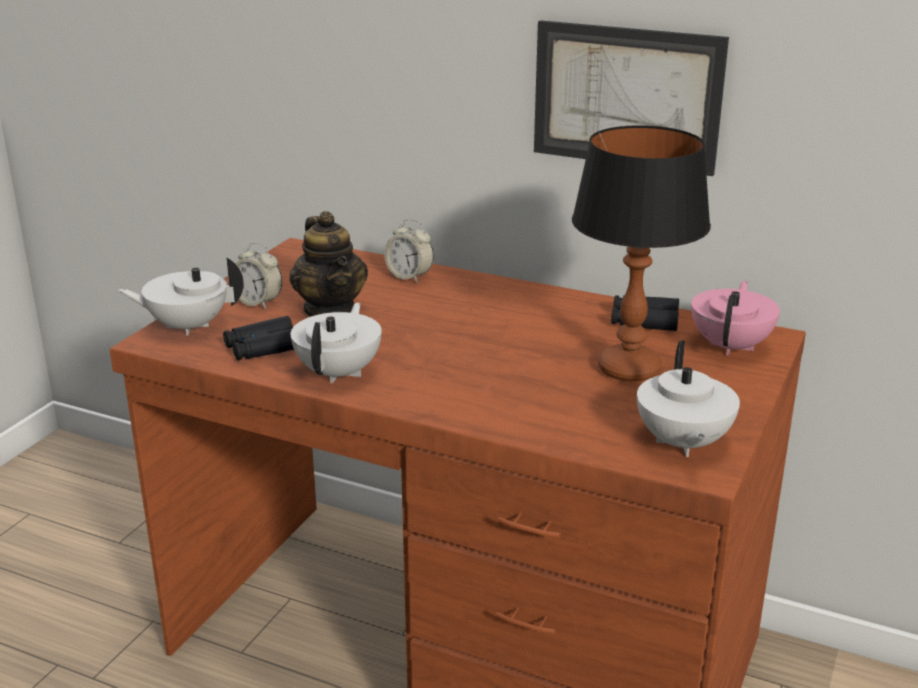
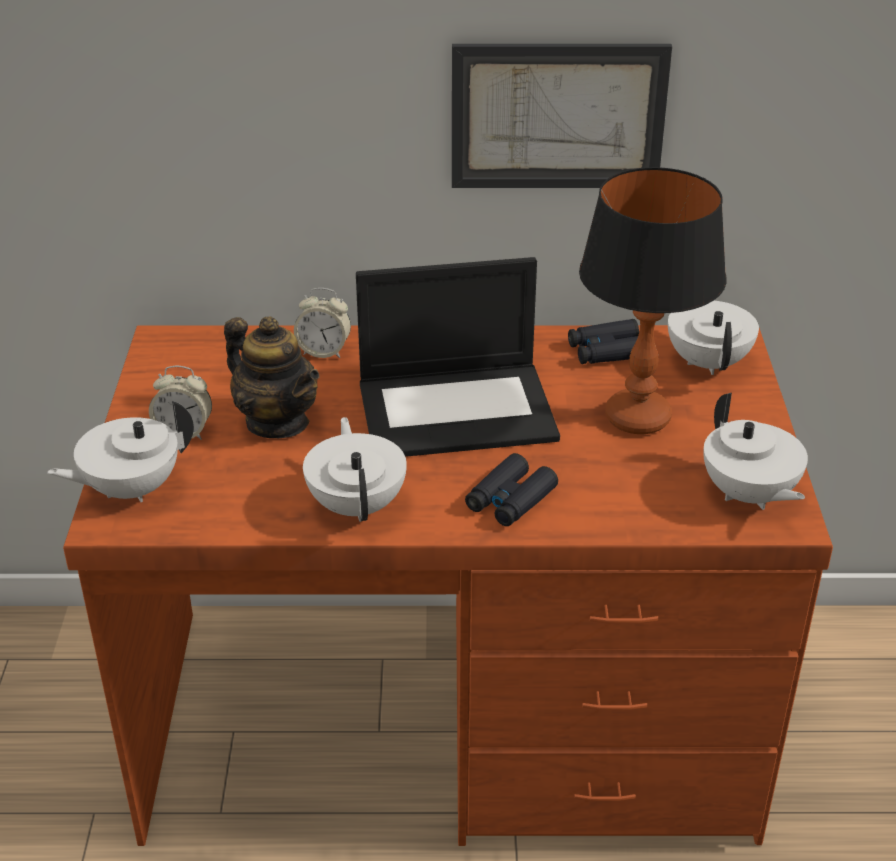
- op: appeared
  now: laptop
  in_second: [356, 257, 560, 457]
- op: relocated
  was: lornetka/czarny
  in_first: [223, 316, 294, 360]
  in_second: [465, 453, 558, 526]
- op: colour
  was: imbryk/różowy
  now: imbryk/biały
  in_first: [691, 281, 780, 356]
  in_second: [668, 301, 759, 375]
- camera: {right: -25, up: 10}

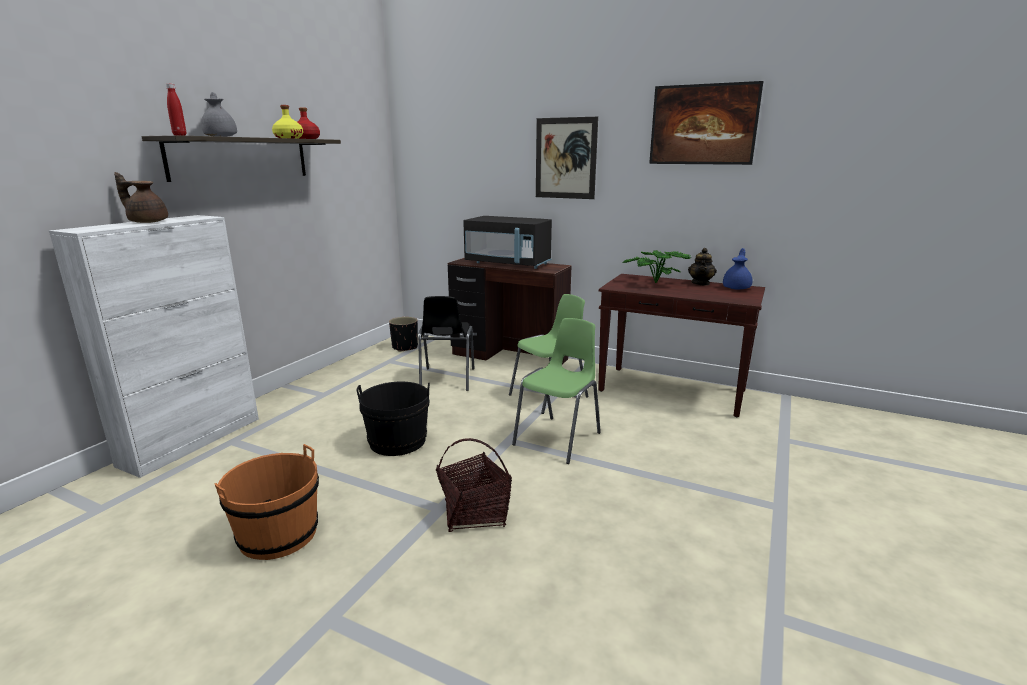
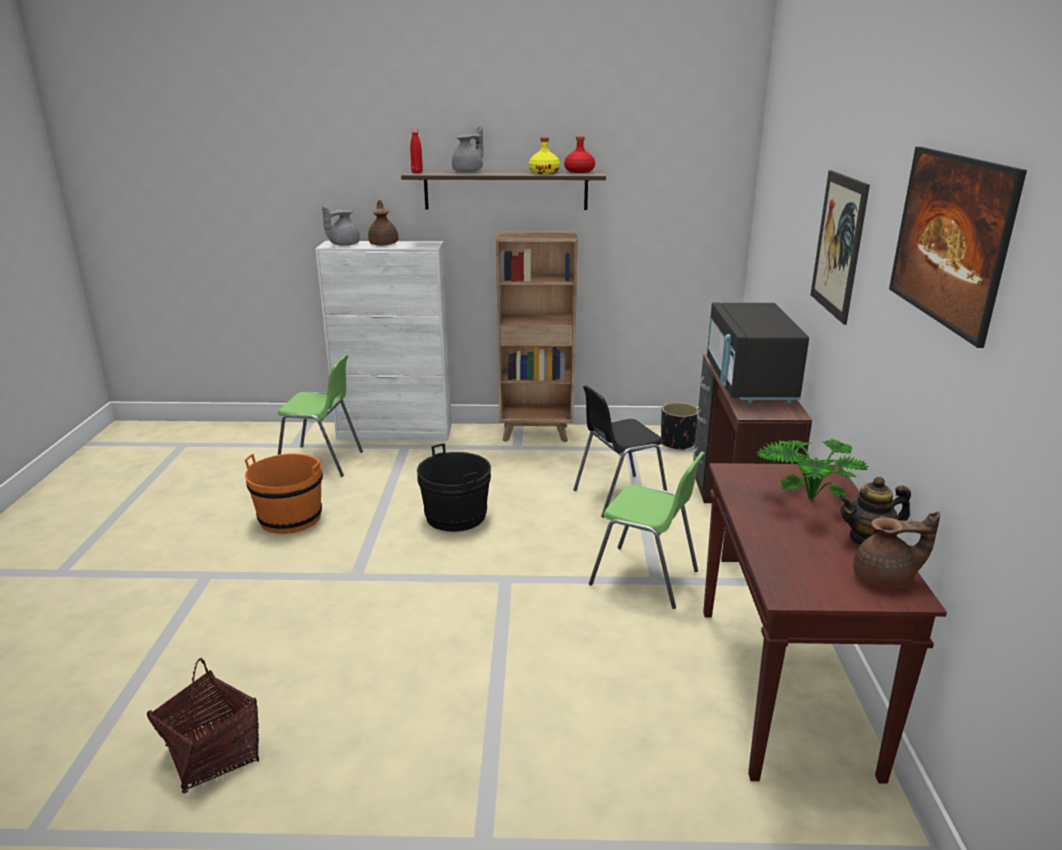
- op: appeared
  now: imbryk/szary
  in_second: [322, 206, 360, 246]
- op: appeared
  now: regał/brązowy
  in_second: [496, 231, 578, 442]
- op: relocated
  was: koszyk
  in_first: [436, 438, 512, 532]
  in_second: [147, 658, 259, 793]
- op: relocated
  was: krzesło/zielony
  in_first: [512, 318, 601, 464]
  in_second: [278, 355, 363, 477]
- op: colour
  was: imbryk/niebieski
  now: imbryk/brązowy
  in_first: [723, 248, 752, 289]
  in_second: [853, 512, 940, 588]
- camera: {right: 65, up: 5}

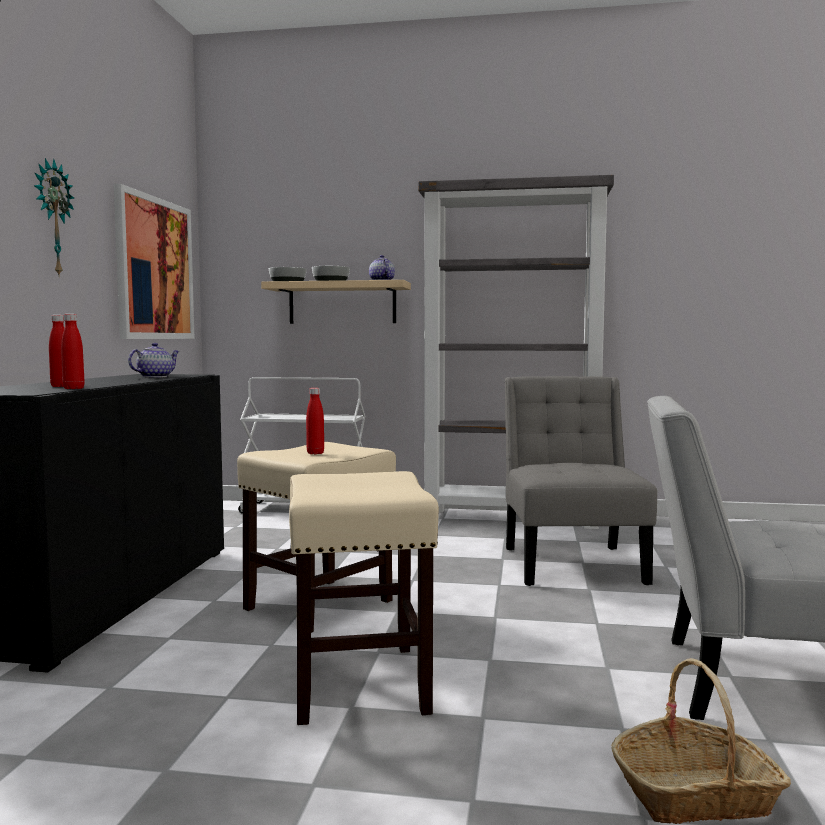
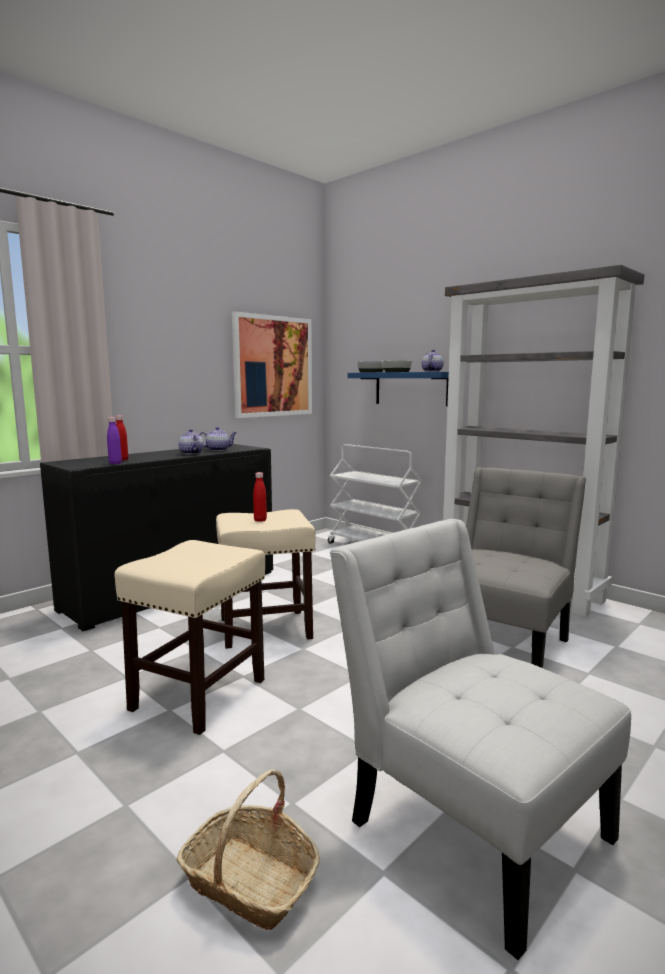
- op: missing
  was: zegar ścienny
  in_first: [34, 158, 74, 275]
- op: appeared
  now: imbryk
  in_second: [178, 429, 204, 454]
- op: colour
  was: butelka/czerwony
  now: butelka/fioletowy
  in_first: [61, 314, 85, 389]
  in_second: [107, 417, 122, 464]
- op: colour
  was: półka/beżowy
  now: półka/niebieski
  in_first: [261, 280, 411, 324]
  in_second: [347, 372, 449, 406]
- camera: {right: 35, up: 5}

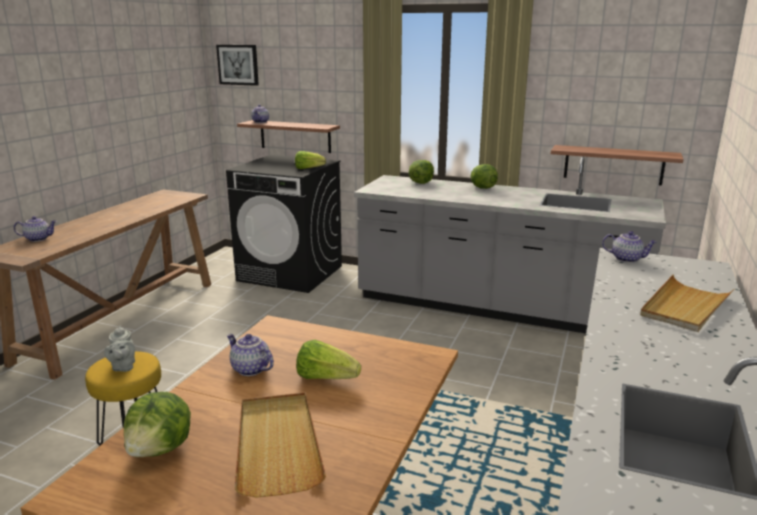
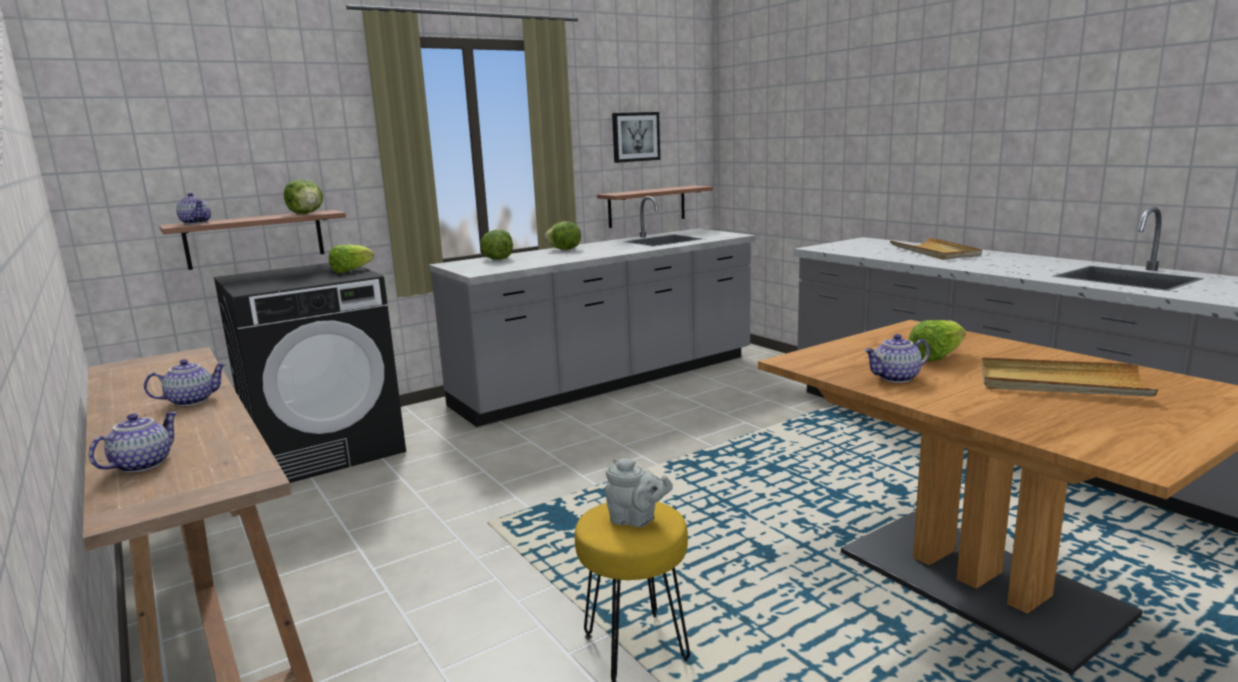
- op: relocated
  was: sałata
  in_first: [124, 392, 191, 457]
  in_second: [284, 180, 323, 214]
- op: relocated
  was: obraz
  in_first: [216, 45, 259, 86]
  in_second: [612, 112, 660, 163]
- op: relocated
  was: imbryk
  in_first: [602, 231, 657, 263]
  in_second: [144, 359, 226, 406]
- camera: {right: -55, up: -5}

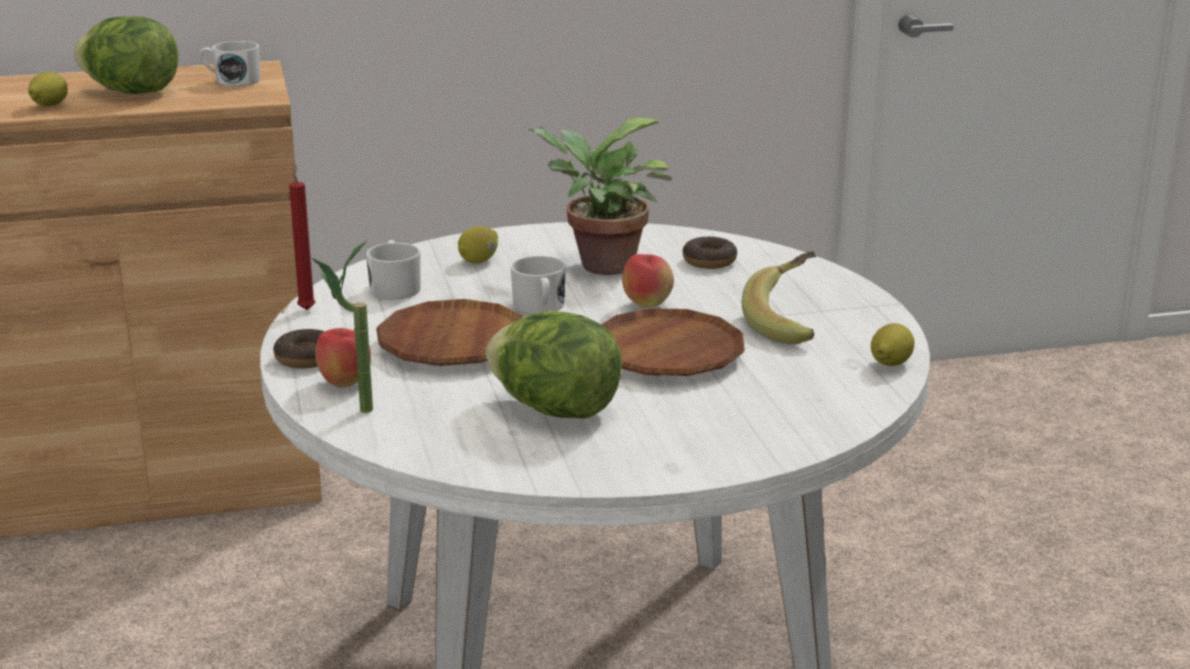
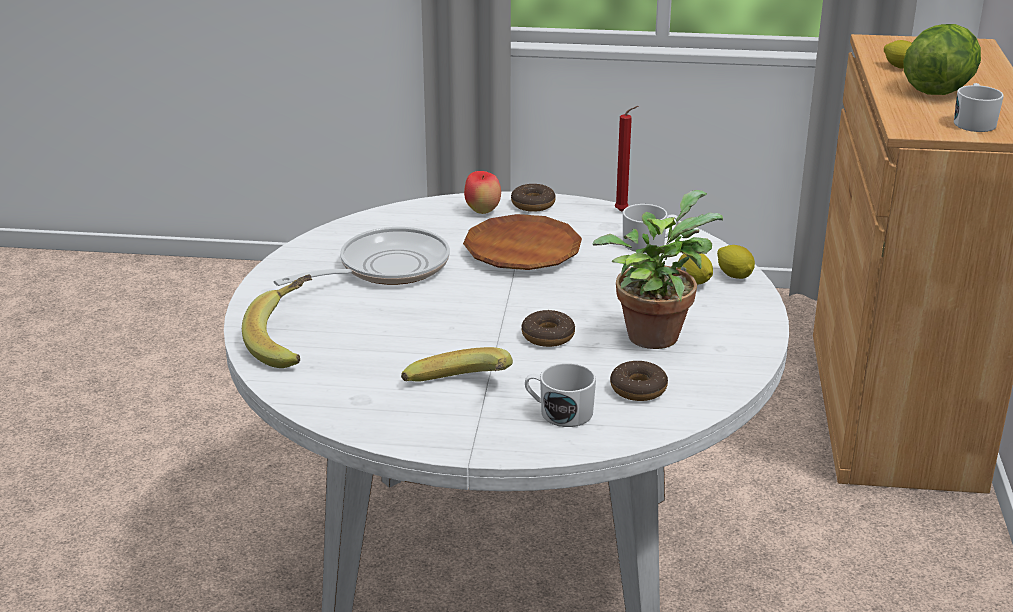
- op: missing
  was: roślina doniczkowa
  in_first: [312, 240, 373, 413]
- op: missing
  was: talerz/brązowy
  in_first: [601, 308, 745, 376]
- op: appeared
  now: banan
  in_second: [242, 275, 312, 368]
- op: relocated
  was: kubek/biały
  in_first: [511, 256, 566, 314]
  in_second: [525, 363, 596, 427]
- op: relocated
  was: cytryna
  in_first: [871, 323, 914, 366]
  in_second: [717, 245, 755, 279]
- op: exchanged
  was: sałata
  now: patelnia
  in_first: [486, 311, 622, 419]
  in_second: [274, 227, 450, 286]
- op: exchanged
  was: jabłko
  now: donut
  in_first: [622, 254, 674, 308]
  in_second: [522, 310, 575, 347]
- camera: {right: 110, up: 5}

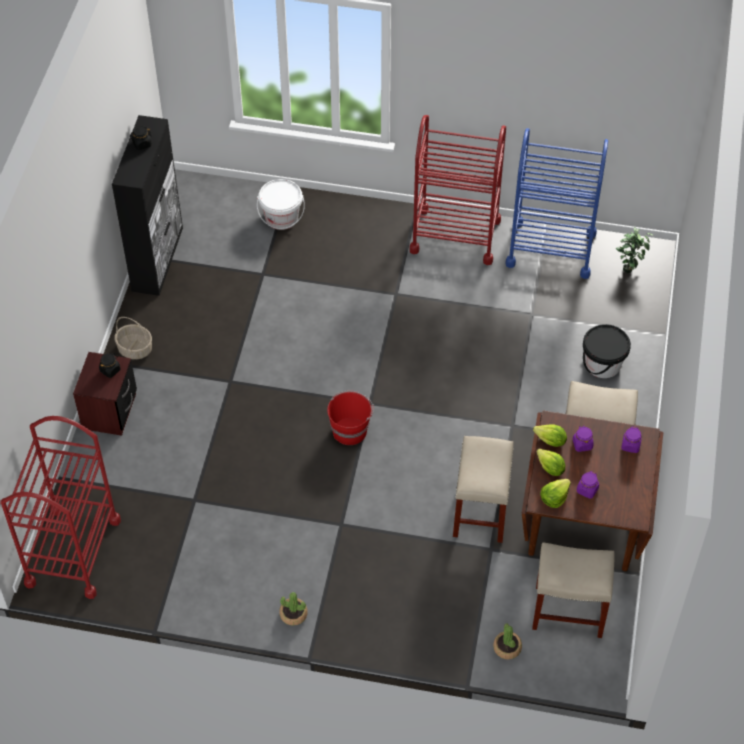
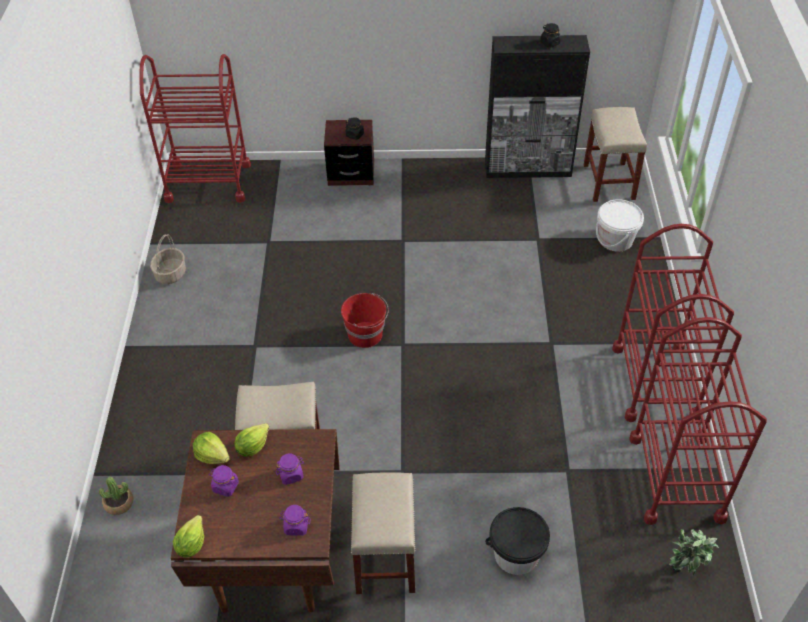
- op: missing
  was: roślina doniczkowa
  in_first: [279, 592, 308, 626]
- op: relocated
  was: koszyk
  in_first: [114, 317, 152, 359]
  in_second: [150, 235, 186, 284]
- op: relocated
  was: stołek/beżowy
  in_first: [532, 542, 614, 638]
  in_second: [584, 107, 647, 202]
- op: relocated
  was: sałata
  in_first: [533, 425, 567, 447]
  in_second: [173, 515, 204, 557]
- op: colour
  was: wózek/niebieski
  now: wózek/czerwony
  in_first: [505, 128, 608, 279]
  in_second: [629, 317, 767, 525]
- camera: {right: 80, up: -5}

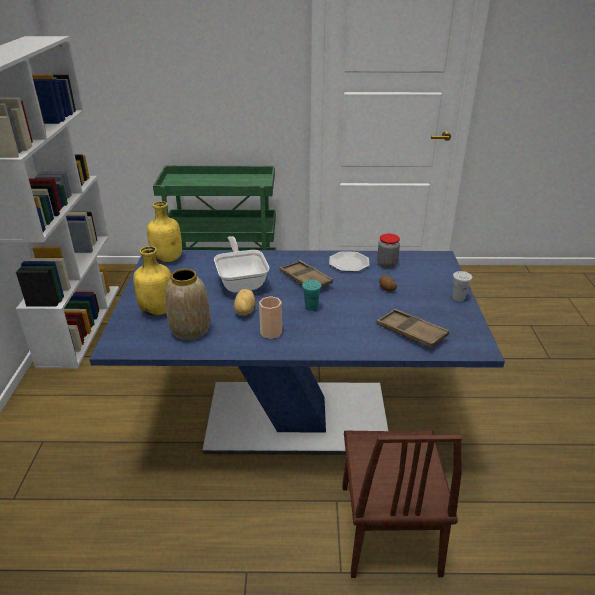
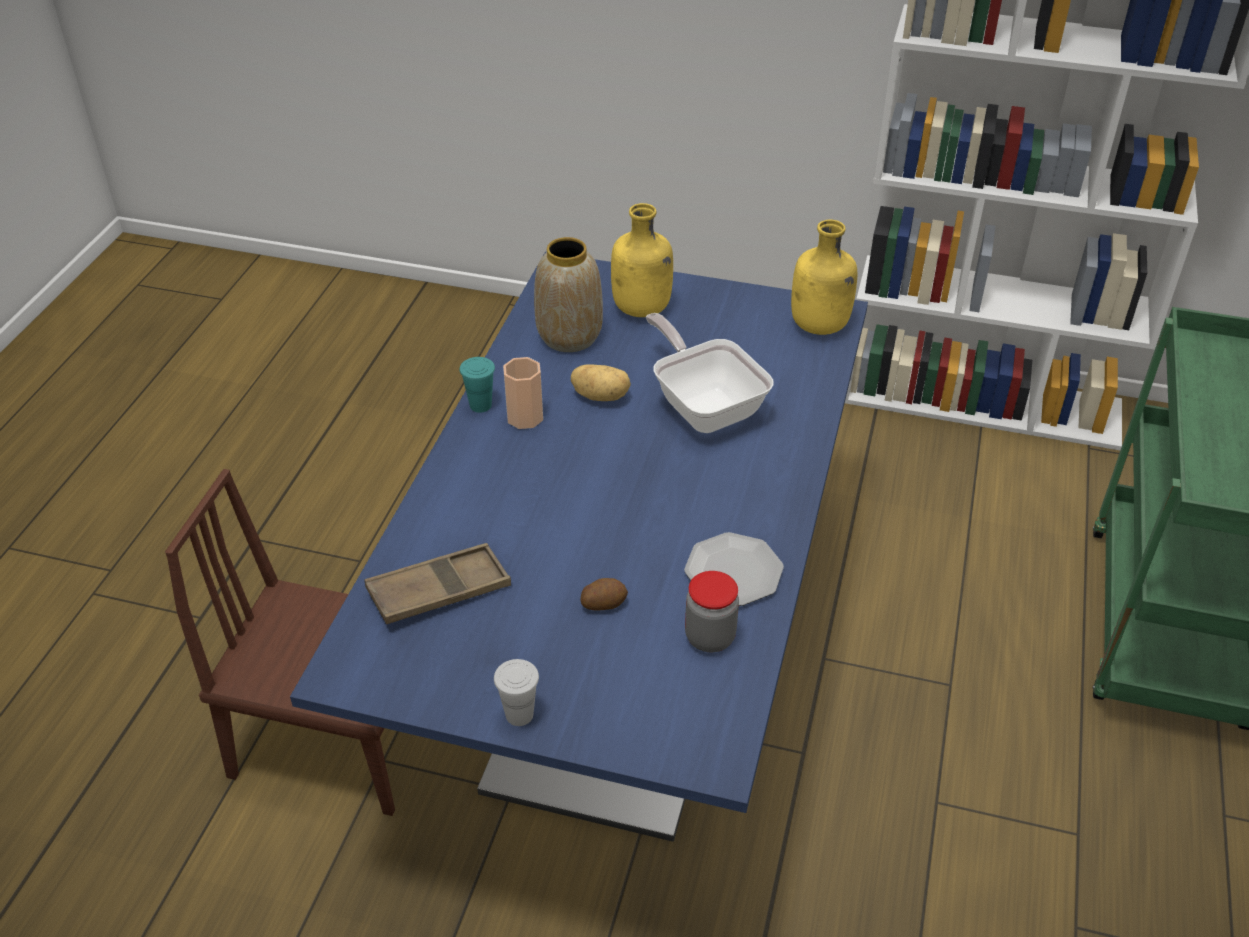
- op: missing
  was: taca/brązowy
  in_first: [279, 260, 333, 287]
- op: relocated
  was: filiżanka/turkusowy
  in_first: [302, 280, 322, 311]
  in_second: [459, 357, 495, 413]
- op: spun
  was: patelnia
  in_first: [214, 236, 269, 292]
  in_second: [646, 313, 774, 433]
  clockwise: -120
- camera: {right: 105, up: 10}

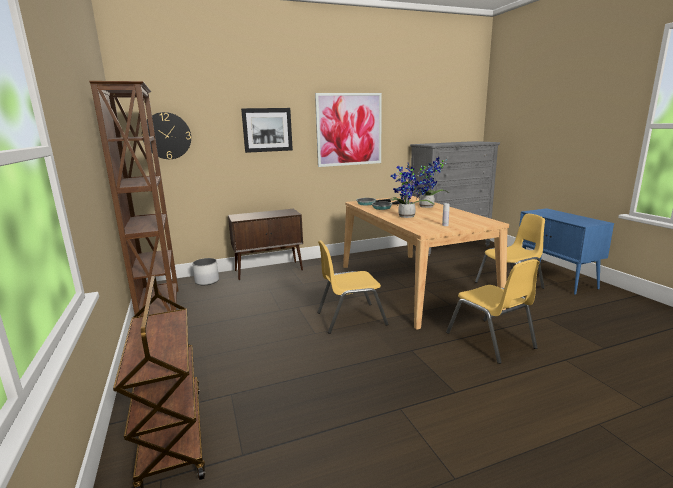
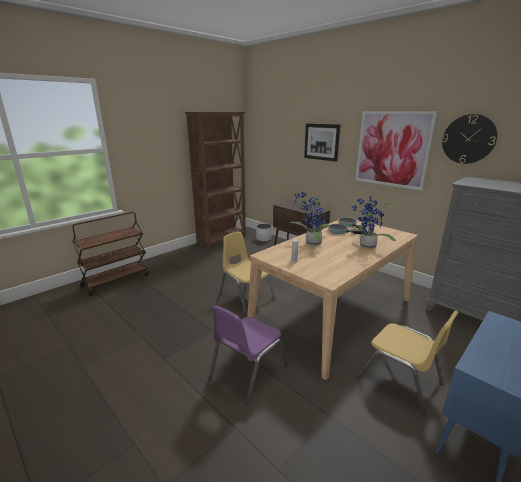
- op: relocated
  was: zegar ścienny
  in_first: [142, 112, 191, 159]
  in_second: [442, 114, 497, 164]
- op: colour
  was: krzesło/żółty
  now: krzesło/fioletowy
  in_first: [446, 259, 540, 364]
  in_second: [209, 306, 288, 405]
- camera: {right: 65, up: 5}

